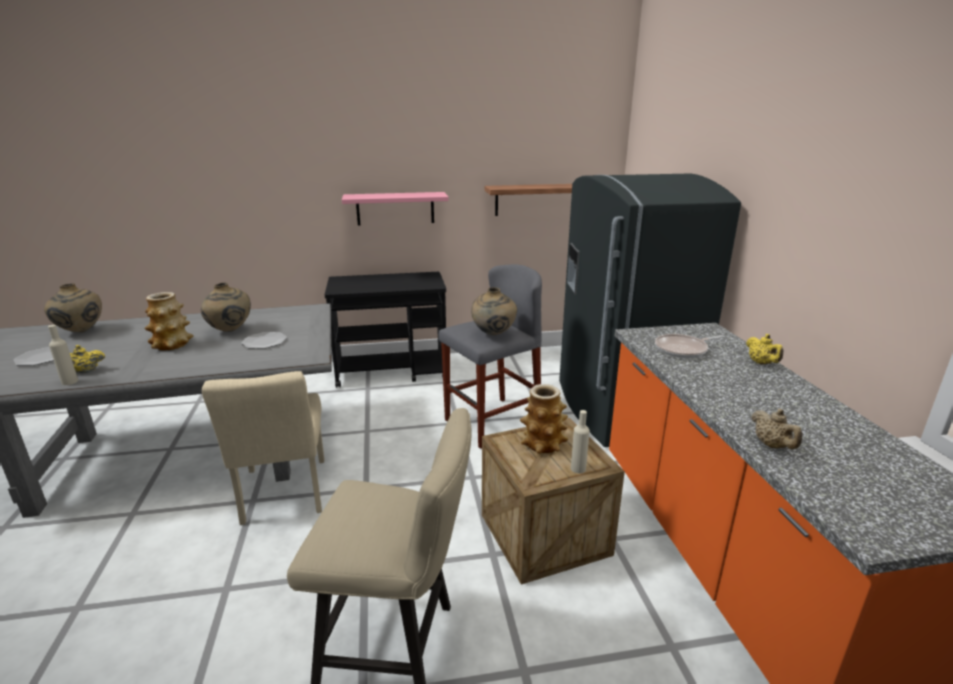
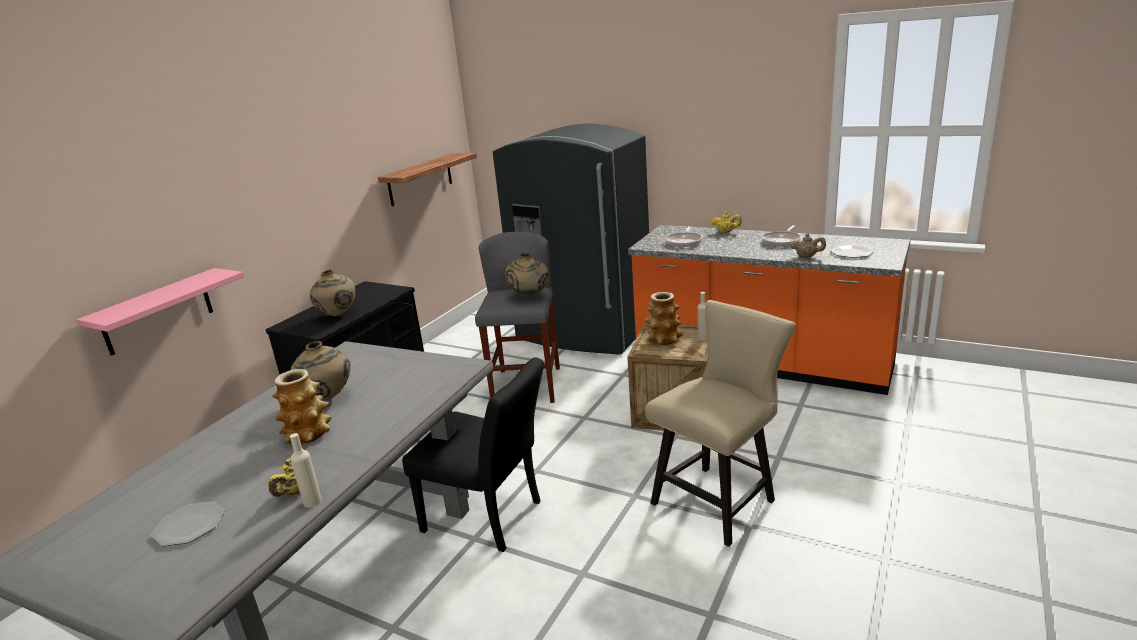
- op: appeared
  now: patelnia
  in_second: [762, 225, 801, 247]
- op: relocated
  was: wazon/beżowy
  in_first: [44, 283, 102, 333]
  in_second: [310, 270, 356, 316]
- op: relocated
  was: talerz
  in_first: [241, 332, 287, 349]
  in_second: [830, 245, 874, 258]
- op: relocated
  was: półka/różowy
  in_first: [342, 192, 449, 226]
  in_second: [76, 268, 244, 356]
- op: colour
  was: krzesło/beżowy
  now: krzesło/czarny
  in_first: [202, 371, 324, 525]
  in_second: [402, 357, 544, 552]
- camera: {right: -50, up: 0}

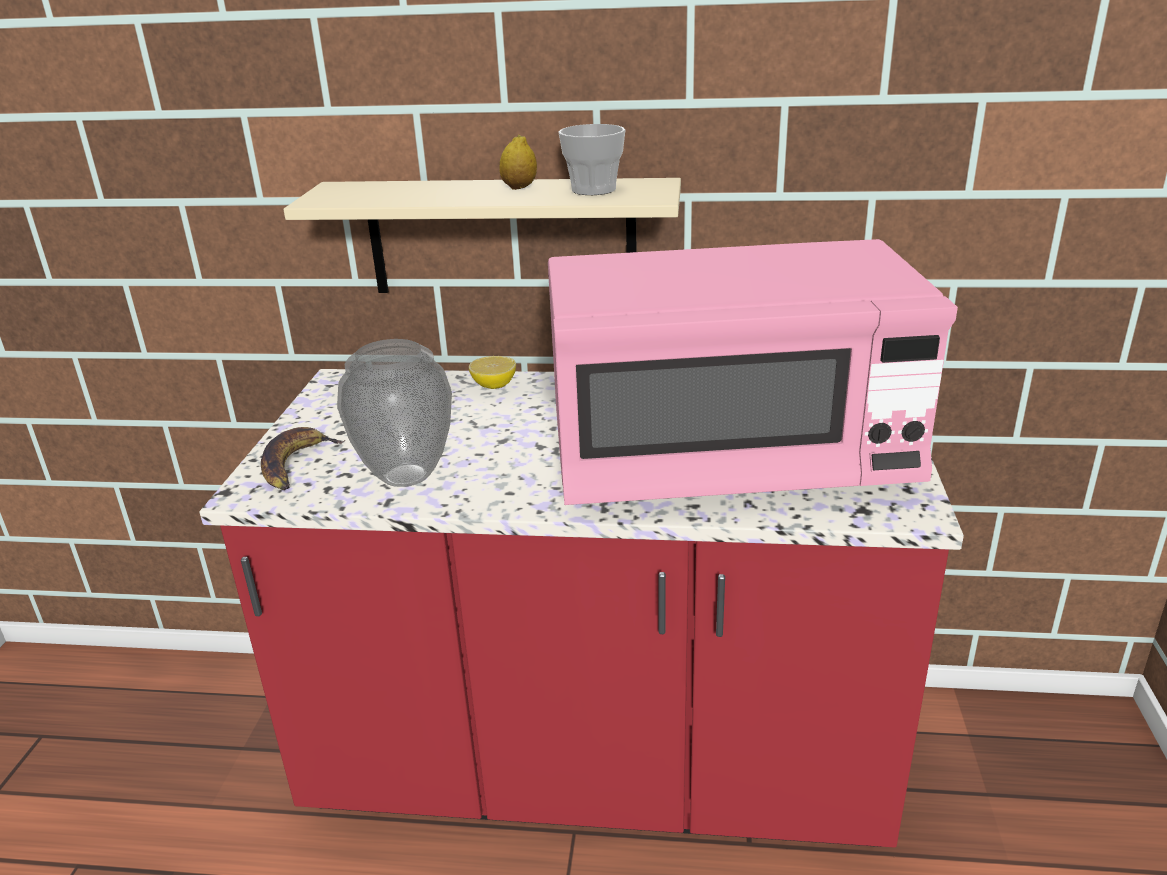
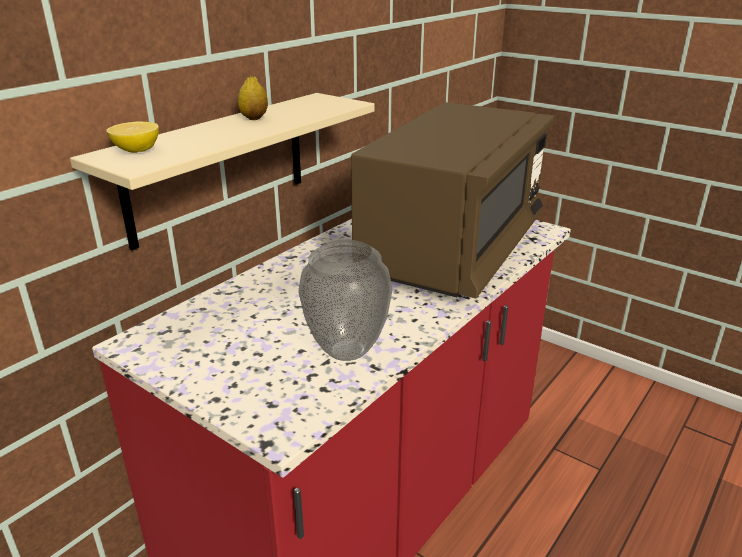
- op: missing
  was: banan
  in_first: [261, 427, 346, 490]
- op: missing
  was: filiżanka
  in_first: [558, 124, 625, 195]
- op: relocated
  was: cytryna
  in_first: [469, 356, 516, 389]
  in_second: [106, 121, 159, 153]
- op: colour
  was: mikrofalówka/różowy
  now: mikrofalówka/brązowy
  in_first: [548, 239, 958, 505]
  in_second: [351, 102, 554, 298]
- camera: {right: -60, up: 0}

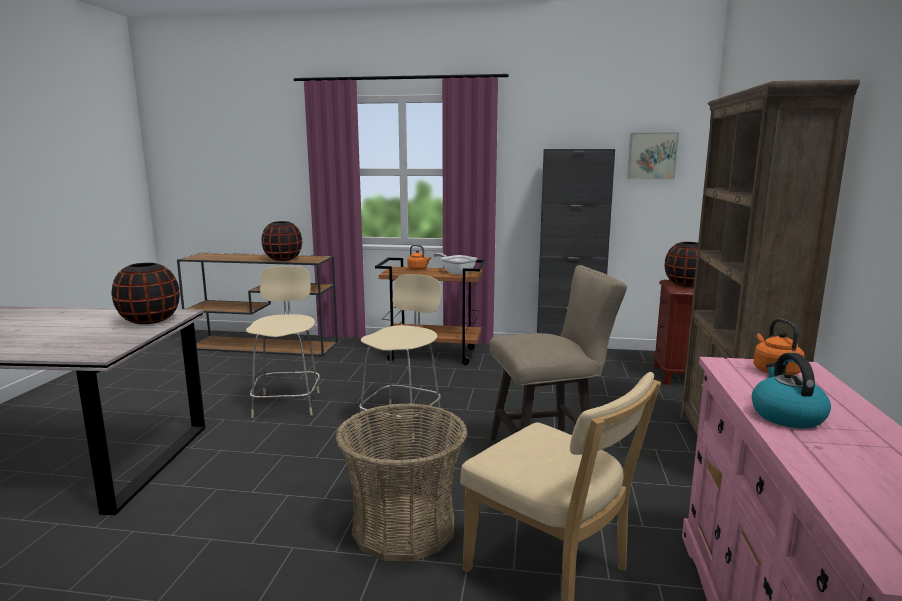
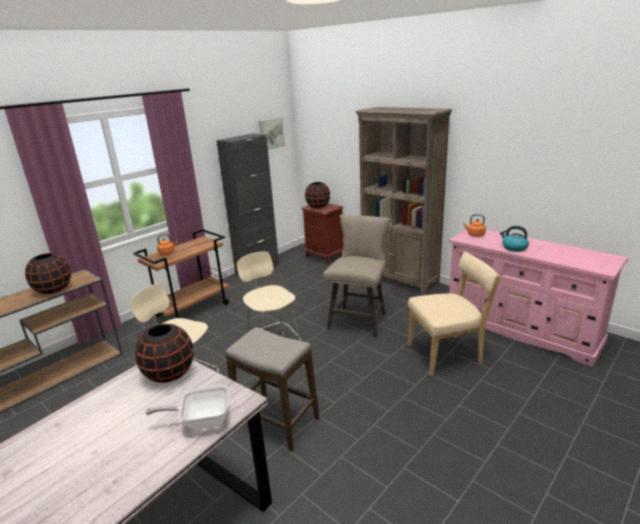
- op: missing
  was: koszyk
  in_first: [335, 403, 468, 561]
- op: appeared
  now: stołek
  in_second: [226, 327, 320, 451]
- op: relocated
  was: patelnia
  in_first: [433, 253, 477, 275]
  in_second: [145, 385, 228, 430]
- camera: {right: -55, up: 10}

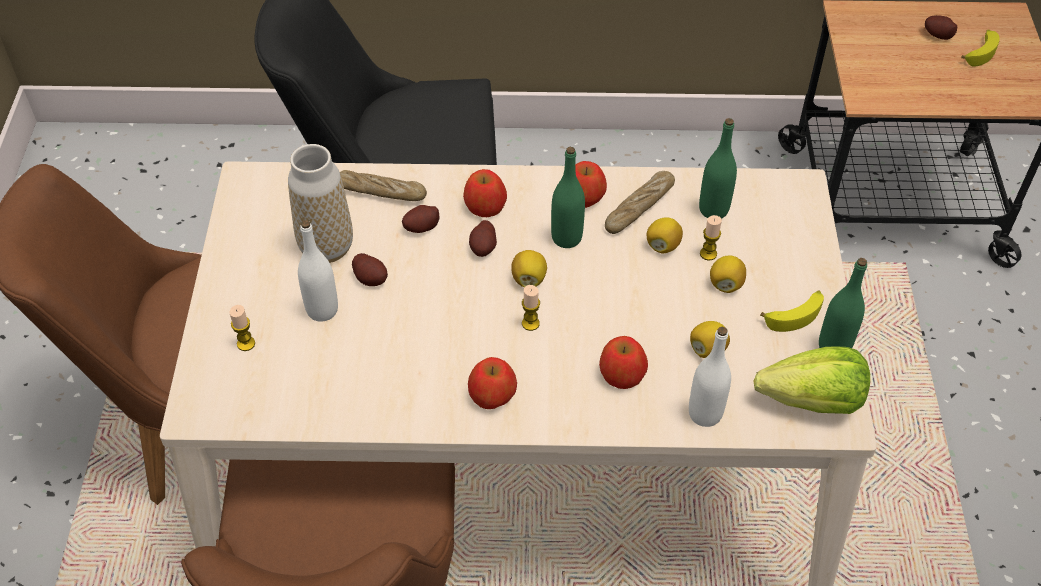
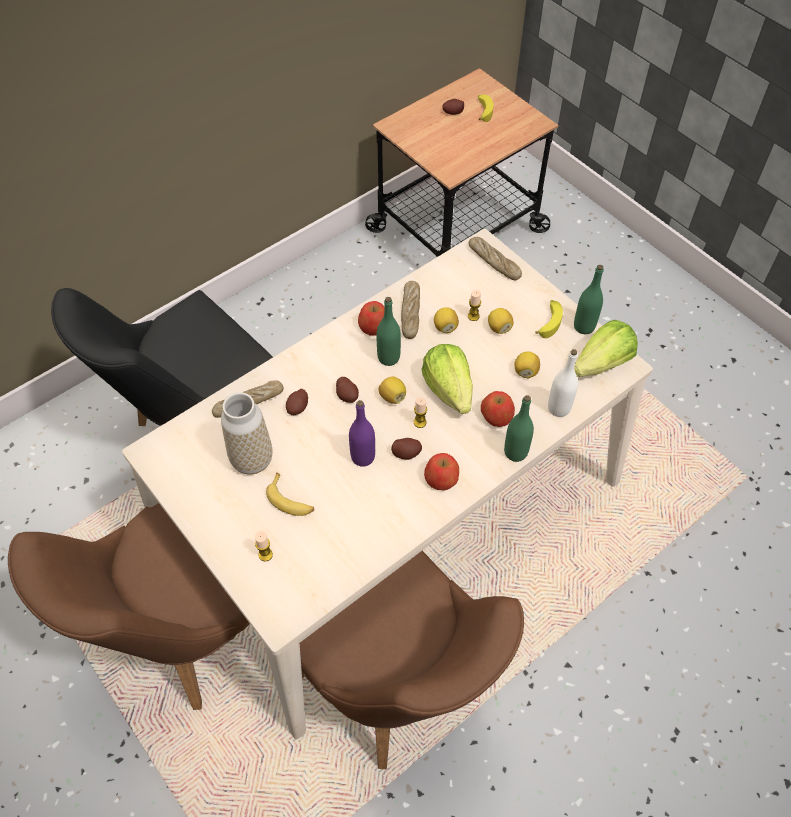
- op: missing
  was: jabłko
  in_first: [463, 169, 507, 217]
- op: appeared
  now: butelka/fioletowy
  in_second: [349, 400, 375, 467]
- op: appeared
  now: sałata
  in_second: [422, 344, 473, 414]
- op: appeared
  now: chleb
  in_second: [469, 237, 522, 281]
- op: relocated
  was: ziemniak
  in_first: [352, 253, 388, 286]
  in_second: [391, 438, 422, 460]
- op: relocated
  was: butelka/zielony
  in_first: [699, 118, 737, 219]
  in_second: [504, 395, 534, 462]
- op: exchanged
  was: butelka/biały
  now: banan
  in_first: [298, 220, 338, 322]
  in_second: [266, 472, 314, 516]
- camera: {right: -40, up: 5}

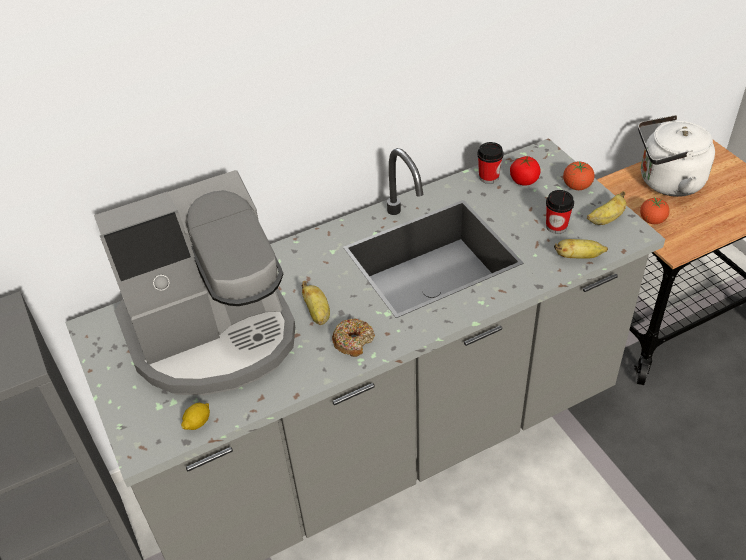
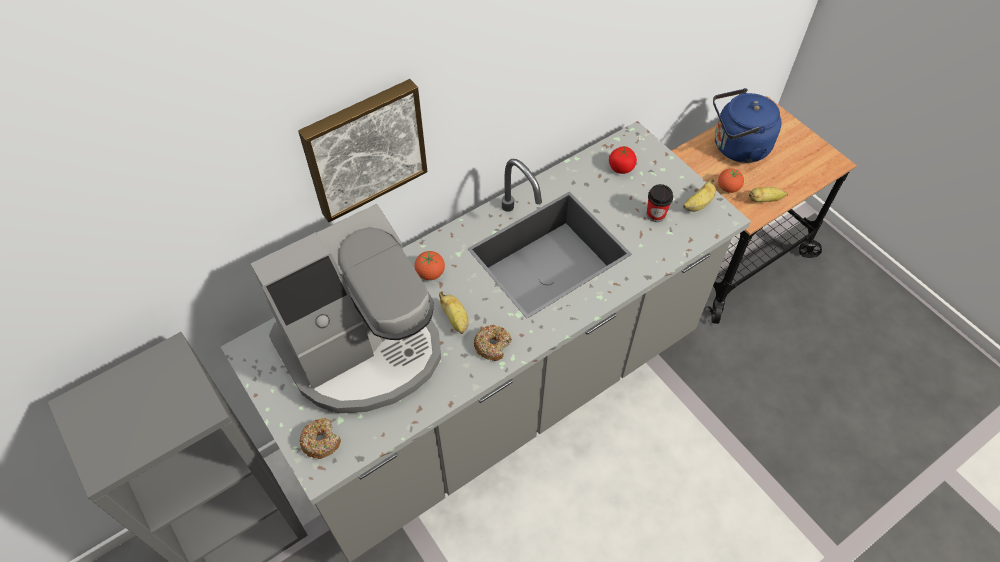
- op: missing
  was: cytryna
  in_first: [181, 403, 210, 430]
- op: missing
  was: filiżanka
  in_first: [477, 142, 504, 184]
- op: appeared
  now: obraz
  in_second: [298, 79, 427, 222]
- op: appeared
  now: donut
  in_second: [299, 418, 341, 459]
- op: relocated
  was: banan
  in_first: [554, 239, 608, 259]
  in_second: [749, 187, 788, 202]
- op: relocated
  was: pomidor
  in_first: [563, 161, 595, 190]
  in_second: [415, 251, 445, 280]
- op: colour
  was: czajnik/biały
  now: czajnik/niebieski
  in_first: [638, 115, 715, 197]
  in_second: [713, 88, 781, 163]
- camera: {right: -10, up: 10}

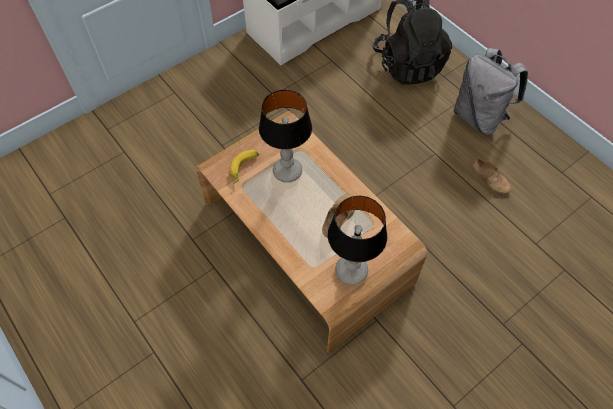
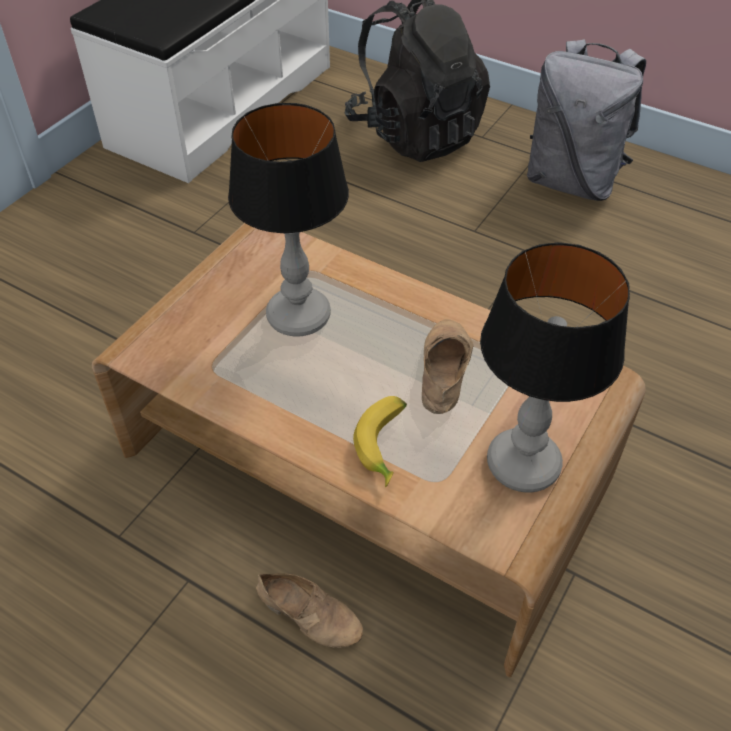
- op: relocated
  was: banan
  in_first: [230, 150, 259, 184]
  in_second: [353, 396, 407, 487]
- op: relocated
  was: but/beżowy
  in_first: [473, 158, 511, 194]
  in_second: [256, 573, 363, 648]
- camera: {right: -20, up: -10}

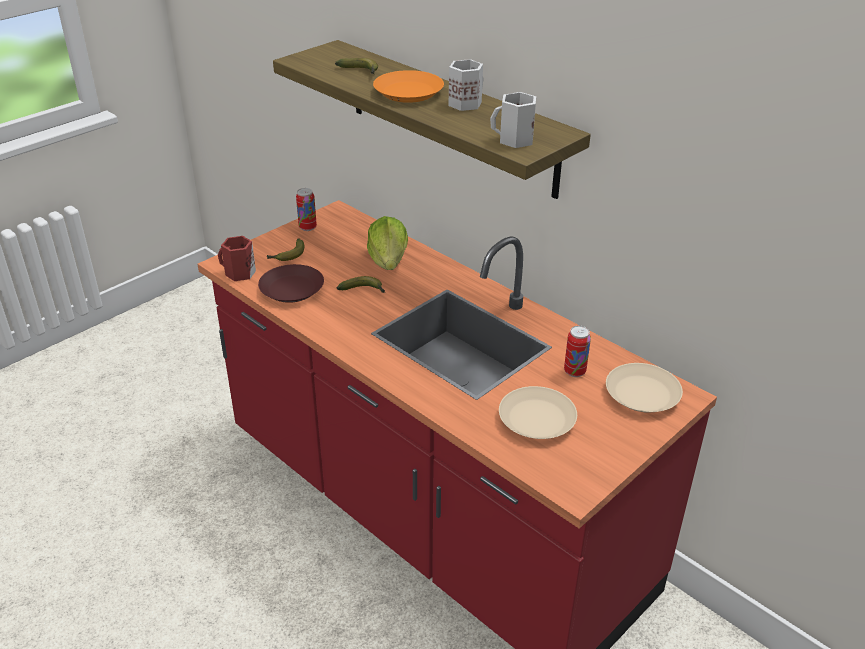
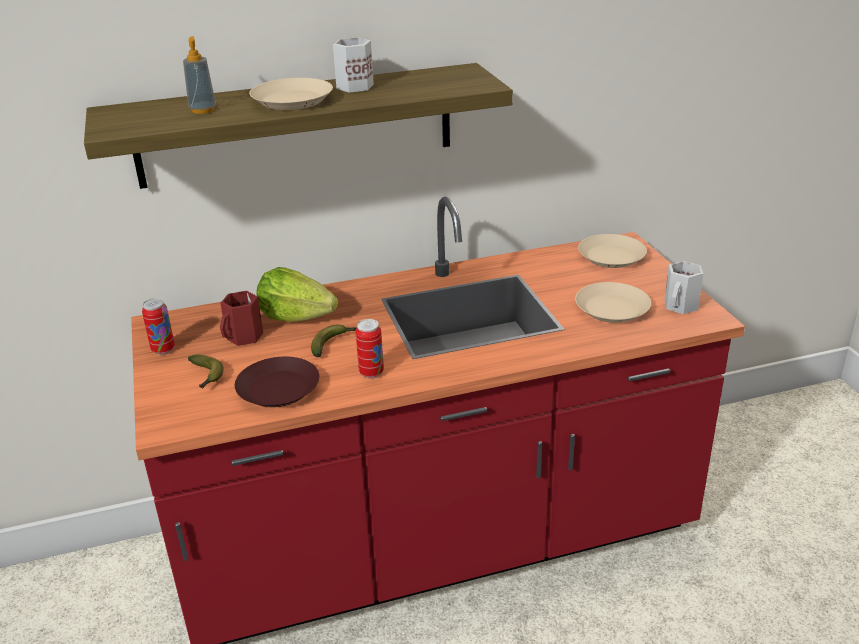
- op: relocated
  was: kubek/czerwony
  in_first: [218, 236, 256, 281]
  in_second: [220, 291, 263, 346]
- op: relocated
  was: kubek/biały
  in_first: [490, 92, 536, 148]
  in_second: [664, 261, 703, 314]
- op: relocated
  was: puszka
  in_first: [564, 326, 591, 377]
  in_second: [356, 319, 384, 378]
- op: exchanged
  was: banan
  now: dozownik mydła
  in_first: [335, 58, 378, 74]
  in_second: [183, 36, 216, 114]
- op: colour
  was: talerz/pomarańczowy
  now: talerz/beżowy
  in_first: [373, 70, 444, 103]
  in_second: [249, 78, 333, 110]
- camera: {right: -60, up: -5}

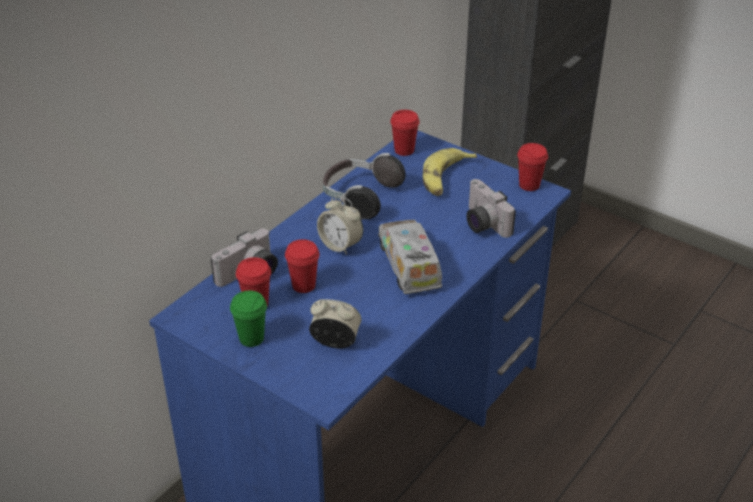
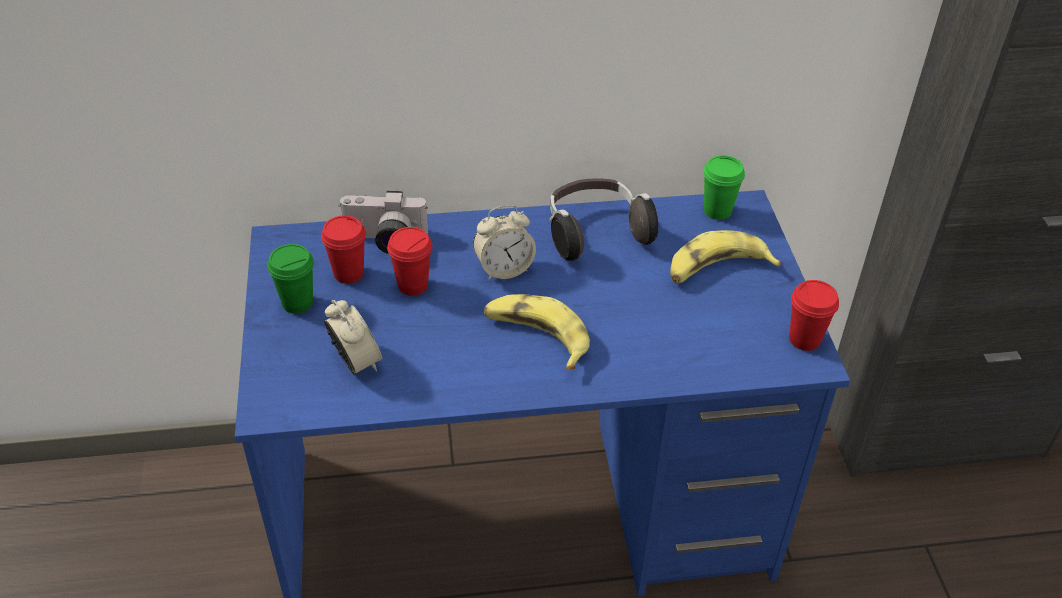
- op: missing
  was: aparat fotograficzny
  in_first: [466, 179, 516, 238]
- op: exchanged
  was: ciężarówka zabawkowa
  now: banan
  in_first: [378, 220, 442, 294]
  in_second: [484, 294, 590, 370]
- op: colour
  was: filiżanka/czerwony
  now: filiżanka/zielony
  in_first: [390, 110, 420, 156]
  in_second: [703, 155, 745, 220]
- op: spun
  was: budzik
  in_first: [317, 195, 363, 255]
  in_second: [473, 205, 536, 280]
  clockwise: -105
- camera: {right: 45, up: 5}

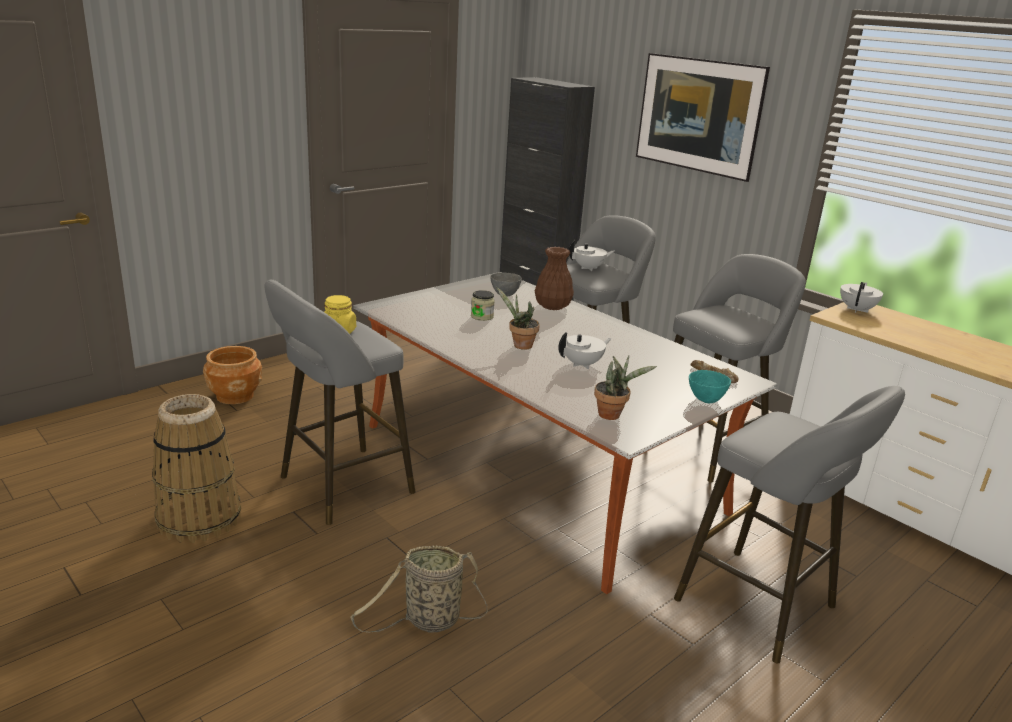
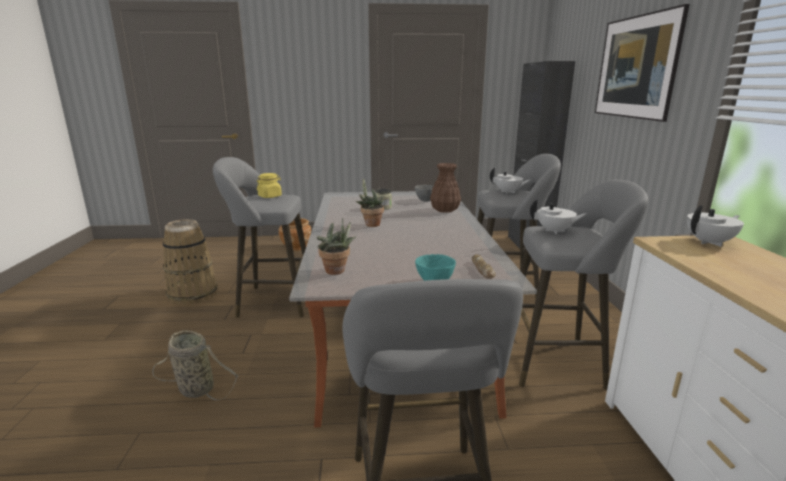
- op: relocated
  was: imbryk/biały
  in_first: [558, 332, 612, 369]
  in_second: [530, 199, 587, 234]
- camera: {right: 40, up: -5}

